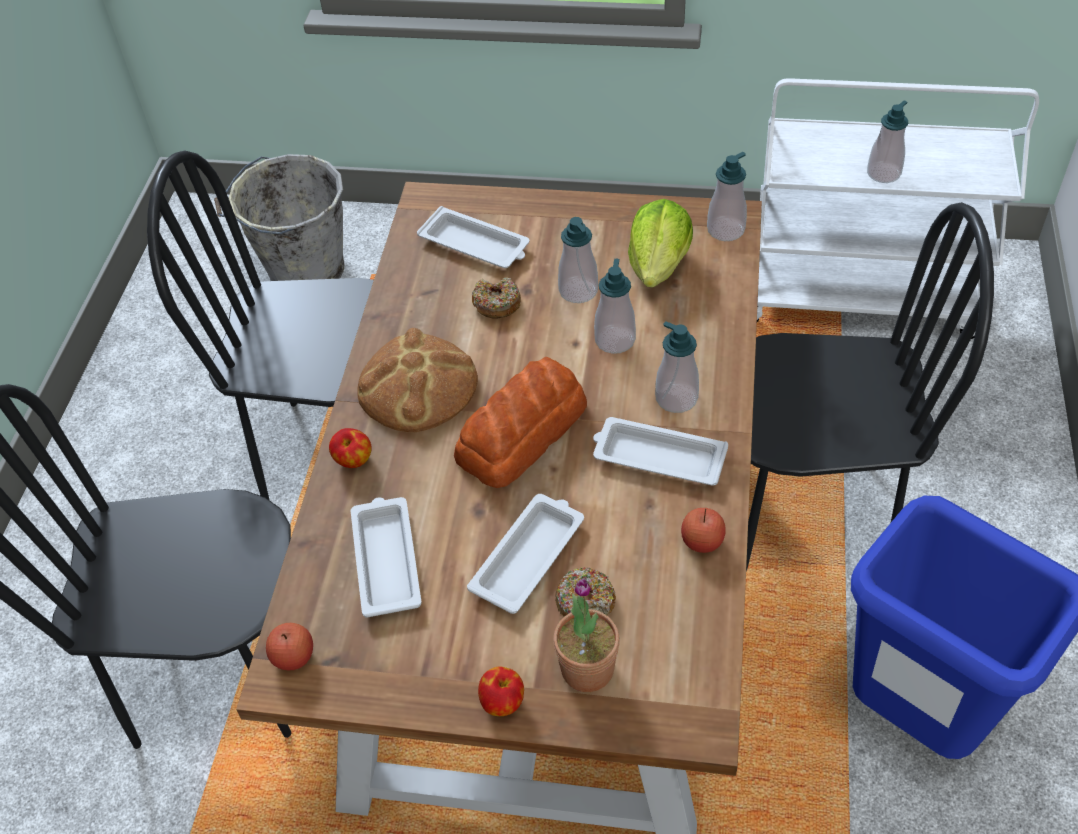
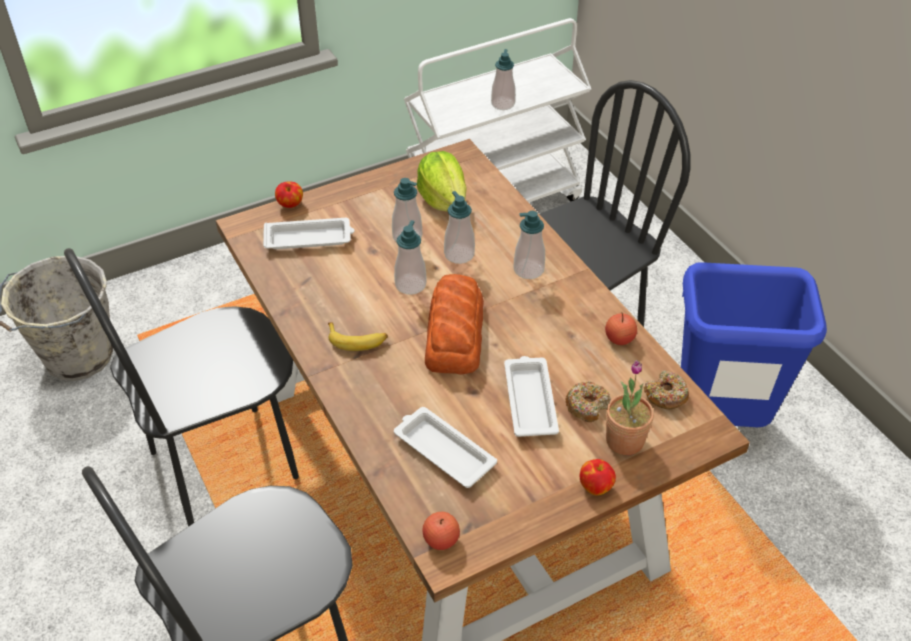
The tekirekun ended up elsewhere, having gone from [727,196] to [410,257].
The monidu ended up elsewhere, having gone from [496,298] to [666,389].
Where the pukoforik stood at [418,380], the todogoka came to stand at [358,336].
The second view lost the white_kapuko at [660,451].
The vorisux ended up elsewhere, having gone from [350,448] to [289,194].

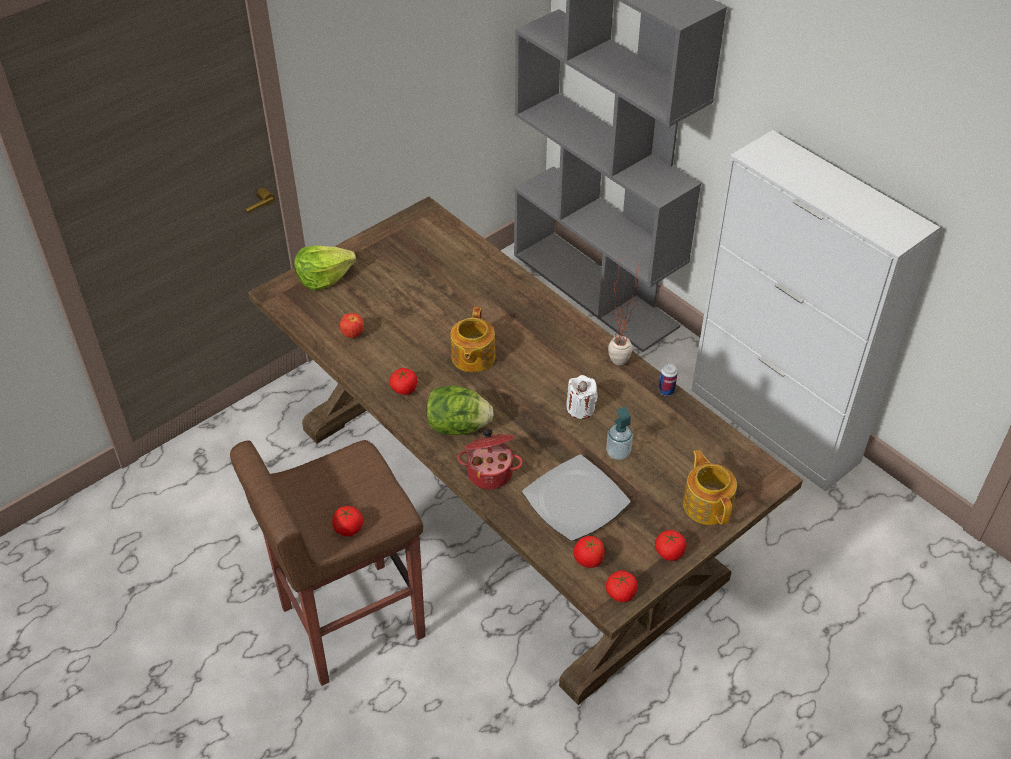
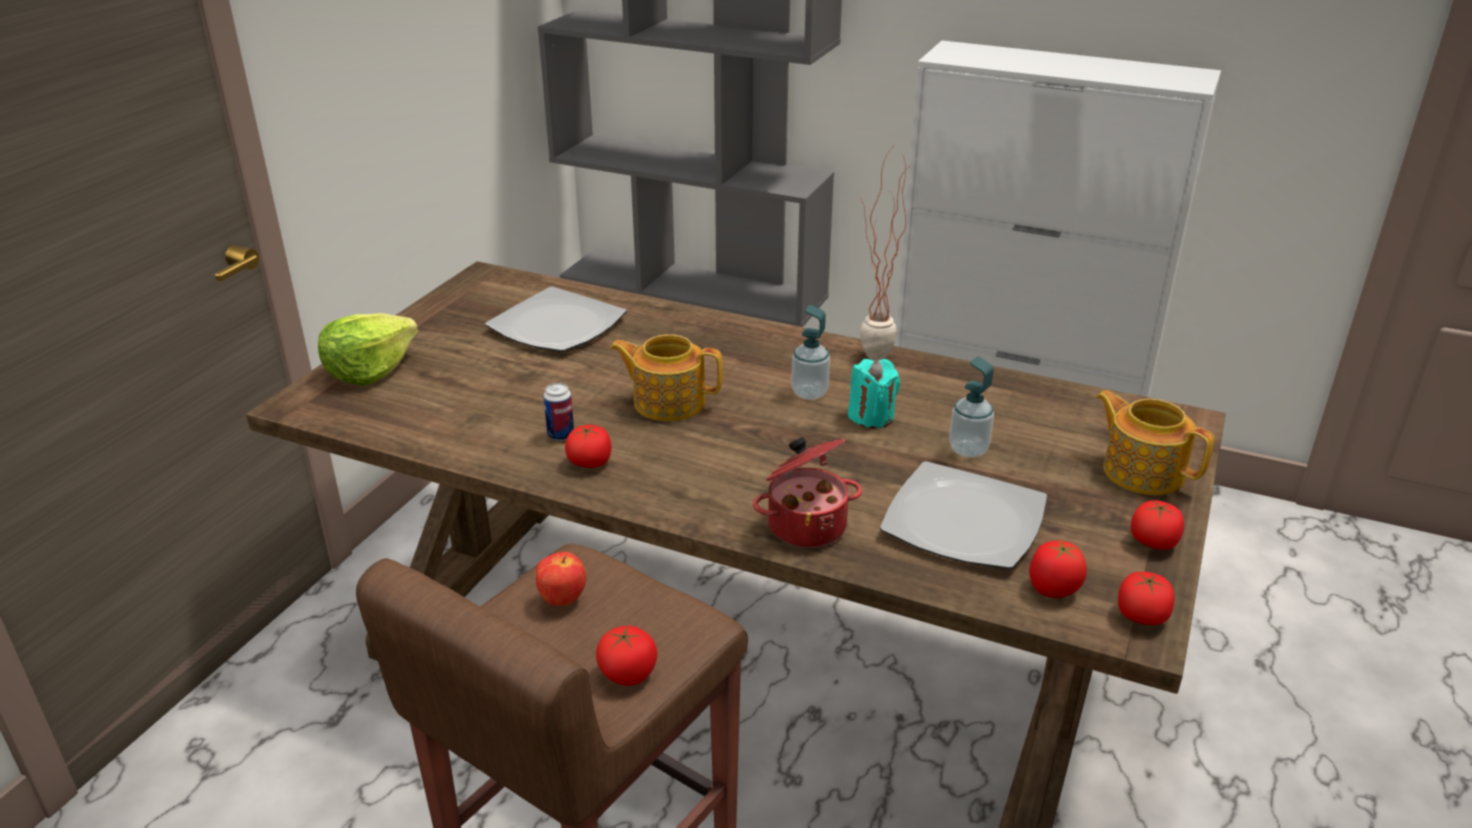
The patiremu at [472,339] ended up facing another way, 120 degrees clockwise from before.
The vorisux ended up elsewhere, having gone from [352,325] to [561,579].
The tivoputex ended up elsewhere, having gone from [668,379] to [558,412].
What was the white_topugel at [582,397] turned into the turquoise_topugel at [874,393].
The second view lost the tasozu at [460,410].
The second view gained the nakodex at [556,319].
The second view gained the tekirekun at [810,352].

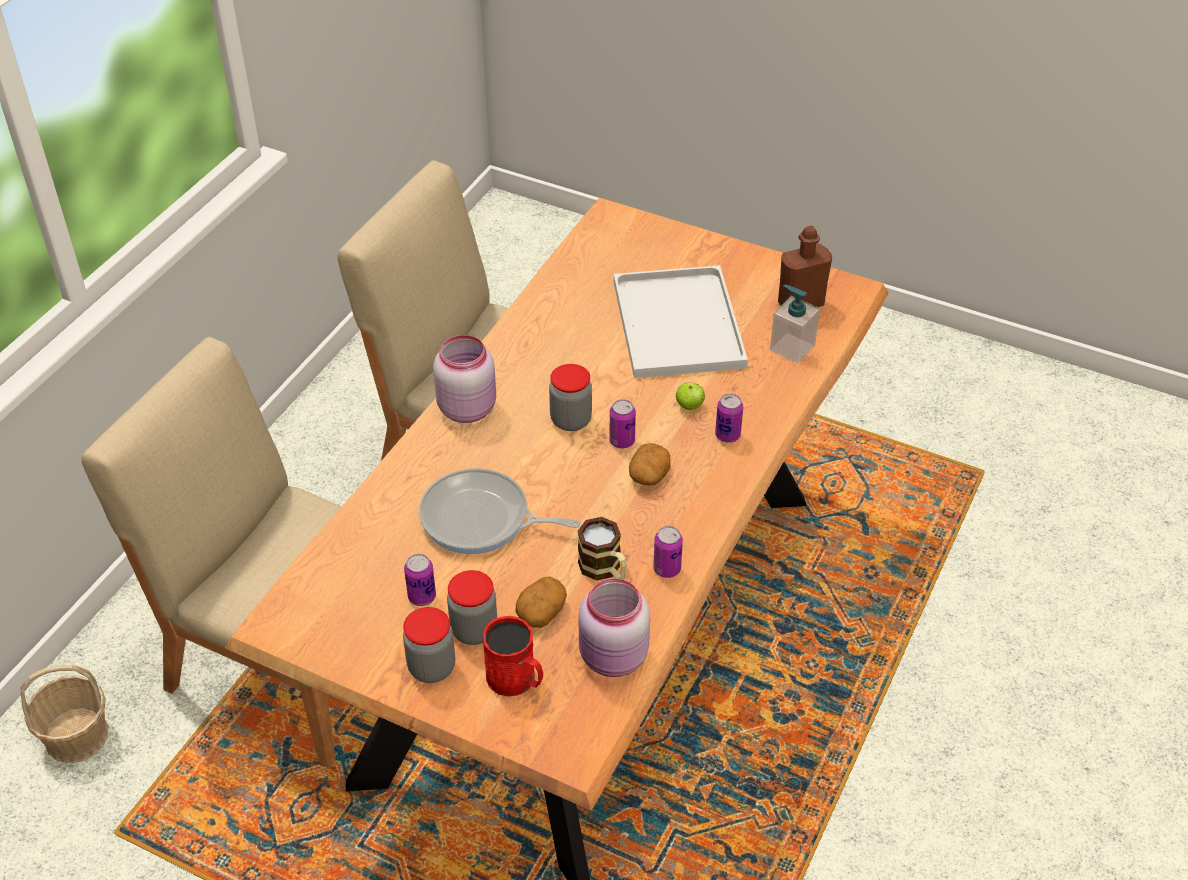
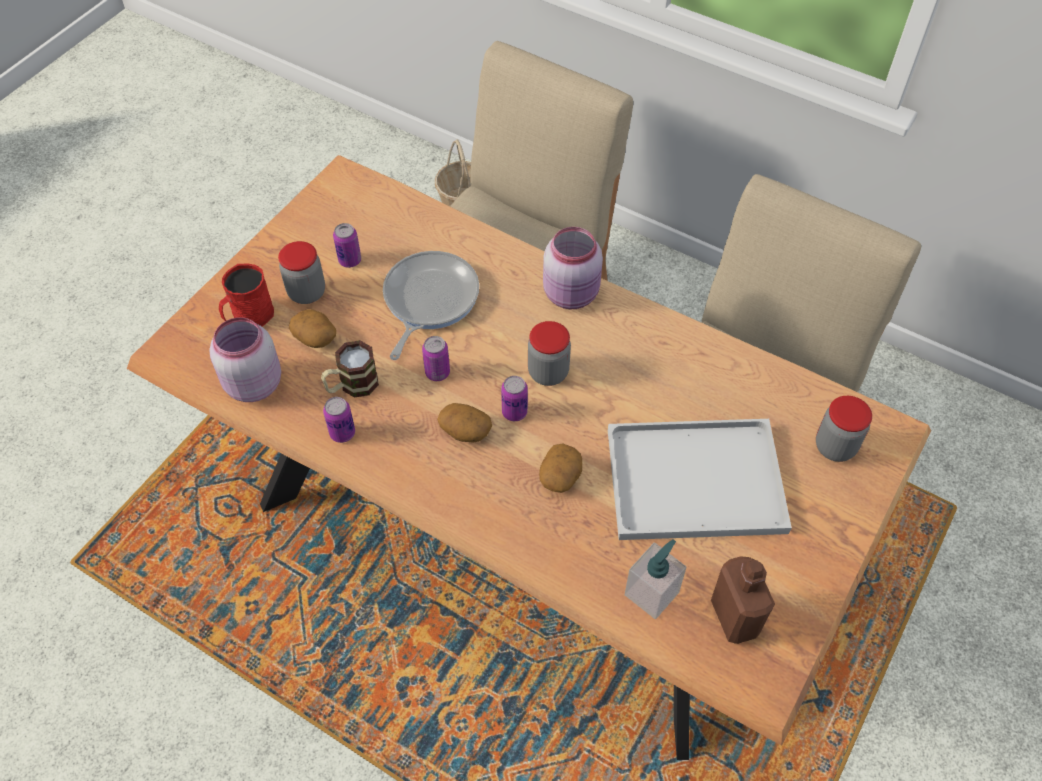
Where the vorisux stood at [690,396], the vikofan came to stand at [560,468].
The tivoputex ended up elsewhere, having gone from [729,418] to [436,358].
The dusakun ended up elsewhere, having gone from [429,645] to [844,429].

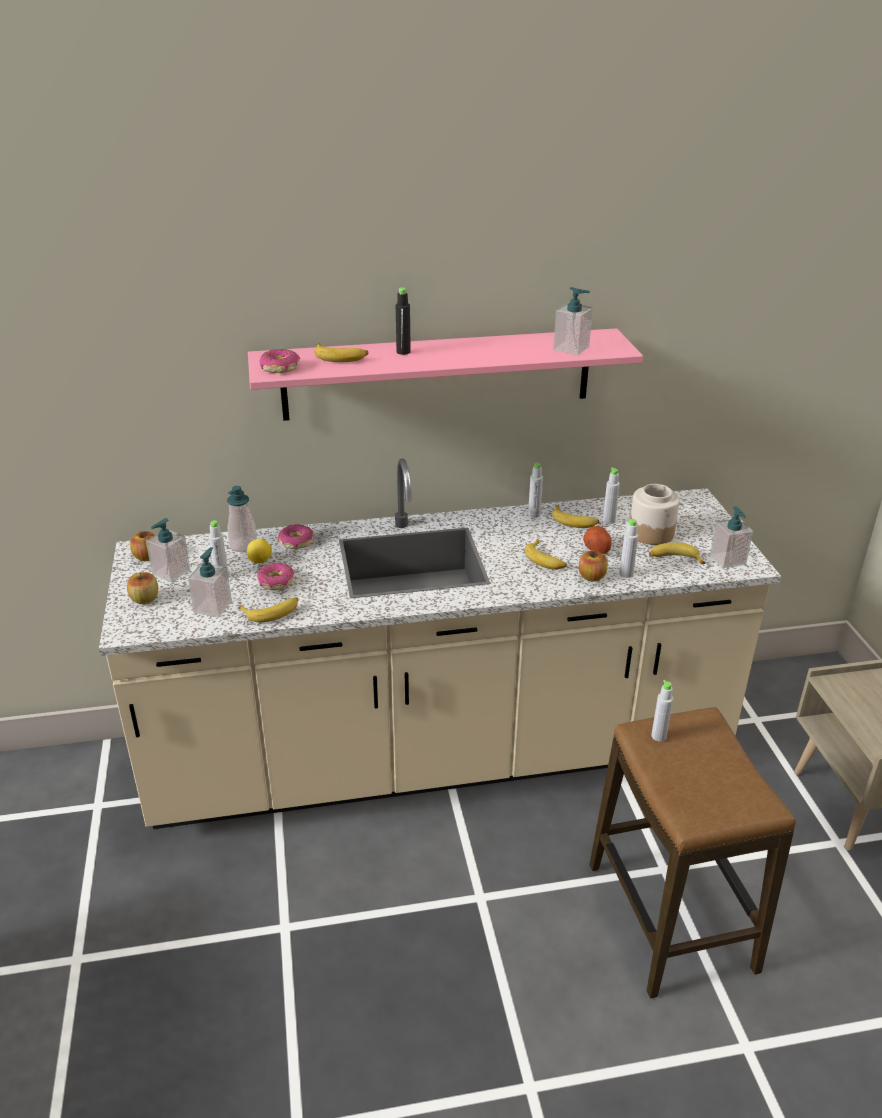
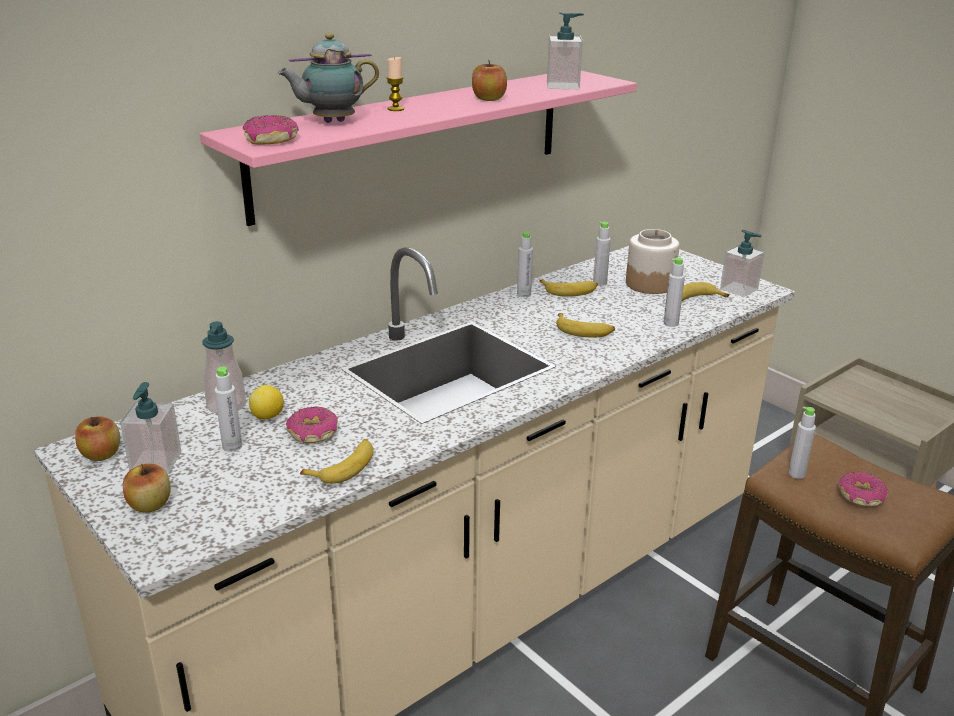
Where the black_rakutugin stood at [403,321], the topugel came to stand at [395,84].
Where the todogoka stood at [341,353], the patiremu came to stand at [328,78].
The monidu ended up elsewhere, having gone from [296,536] to [863,489].
The second view lost the vikofan at [597,540].
The second view lost the tekirekun at [210,582].
The vorisux ended up elsewhere, having gone from [593,566] to [489,80].

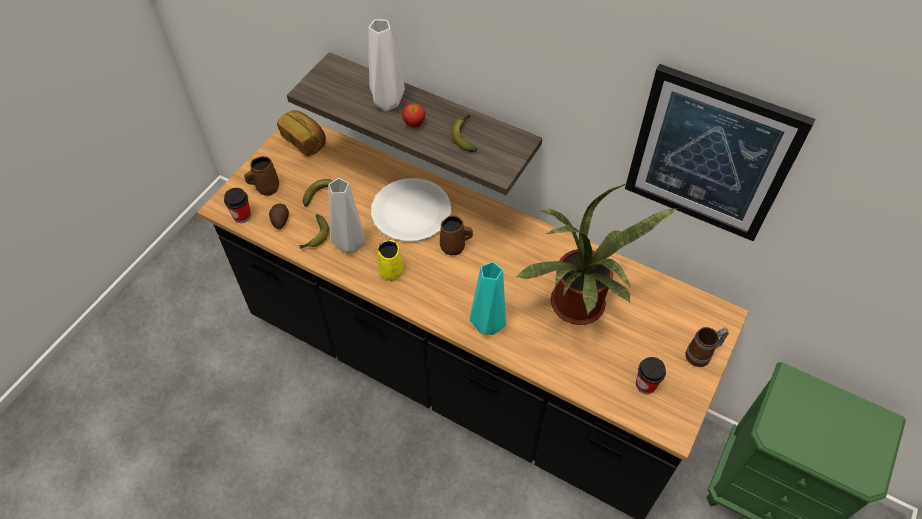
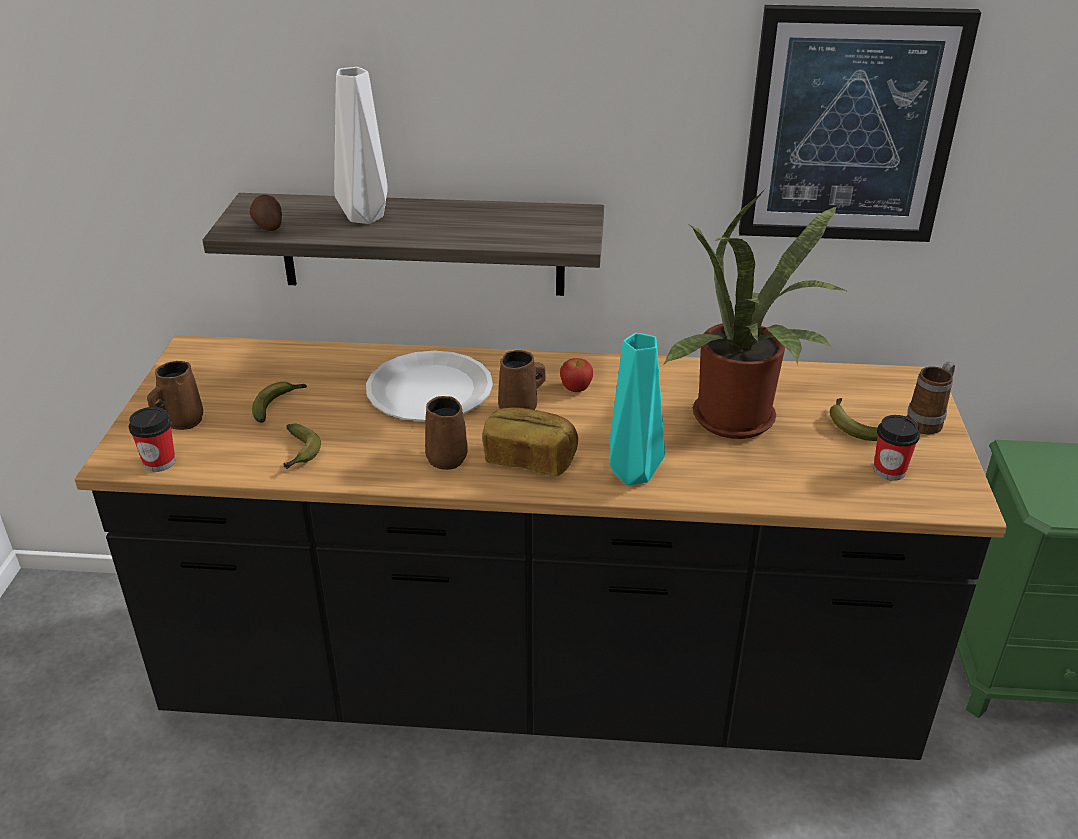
The vorisux ended up elsewhere, having gone from [413,115] to [576,375].
The pukoforik ended up elsewhere, having gone from [301,133] to [530,441].
The todogoka ended up elsewhere, having gone from [464,133] to [854,419].
The second view lost the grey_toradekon at [346,215].
The vikofan ended up elsewhere, having gone from [279,216] to [266,213].
What was the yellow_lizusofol at [390,260] turned into the brown_lizusofol at [446,433].

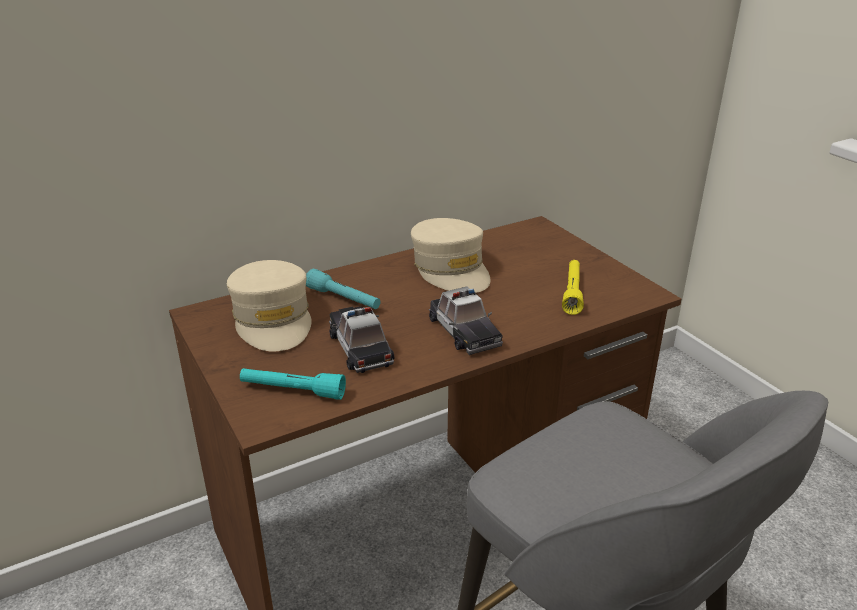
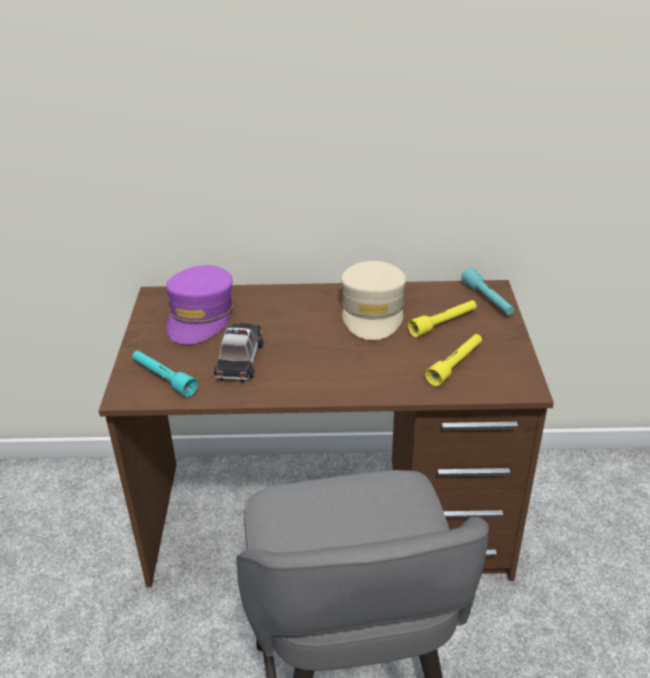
What was the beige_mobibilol at [269,306] turned into the purple_mobibilol at [199,305].
The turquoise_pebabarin ended up elsewhere, having gone from [343,289] to [487,291].
The second view lost the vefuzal at [466,320].
The second view gained the yellow_pebabarin at [442,318].

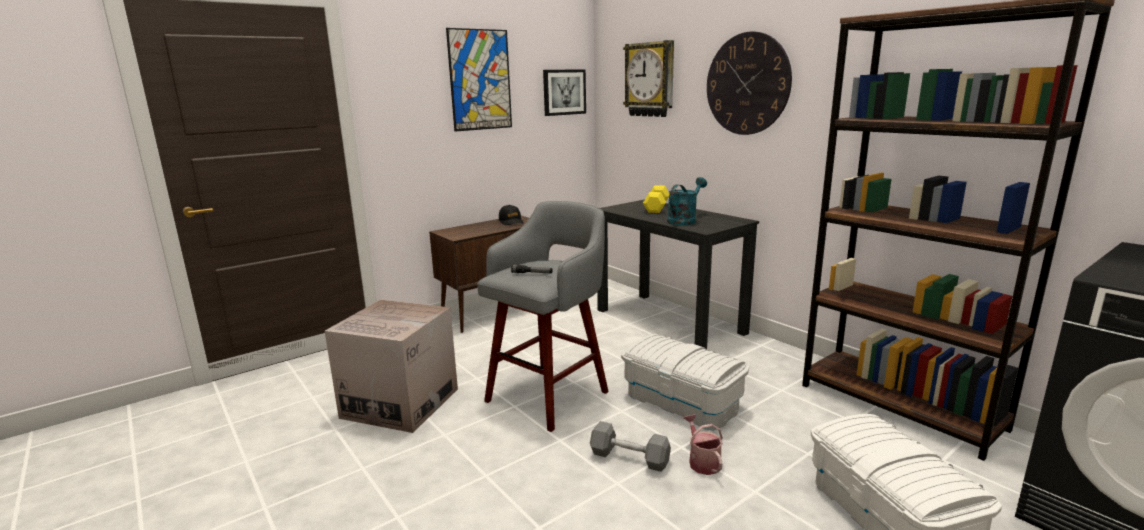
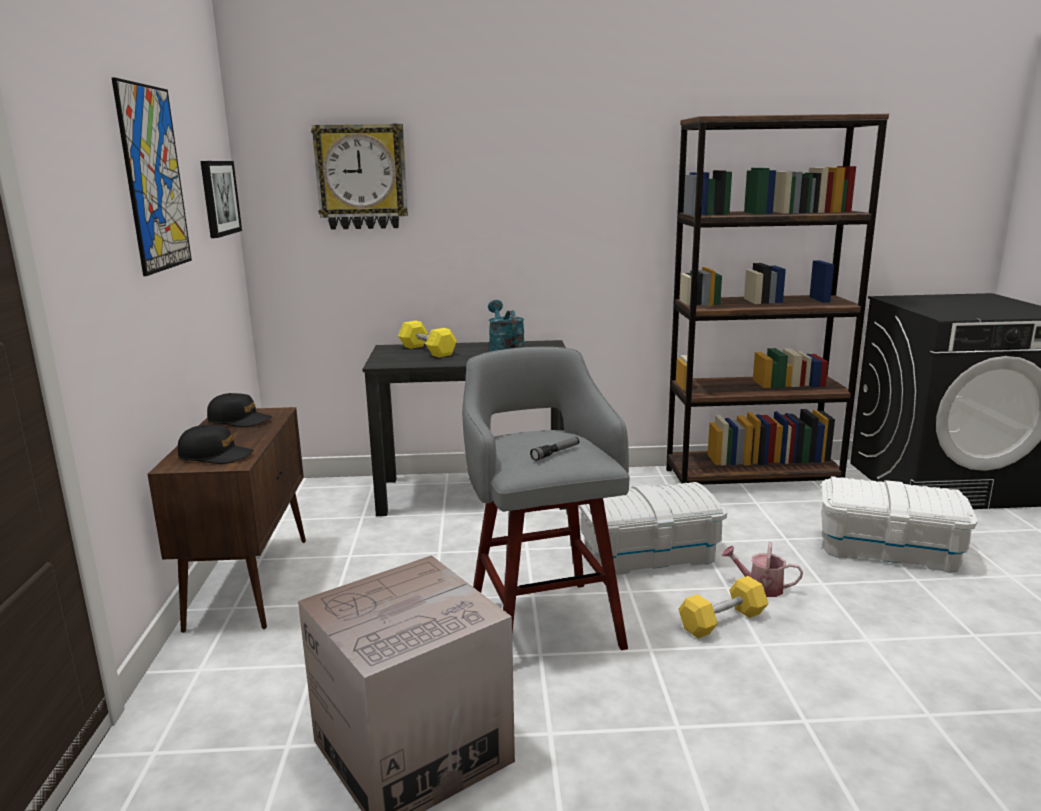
The second view lost the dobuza at [749,83].
What was the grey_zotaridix at [630,446] turned into the yellow_zotaridix at [724,607].
The second view gained the black_mobibilol at [216,444].

